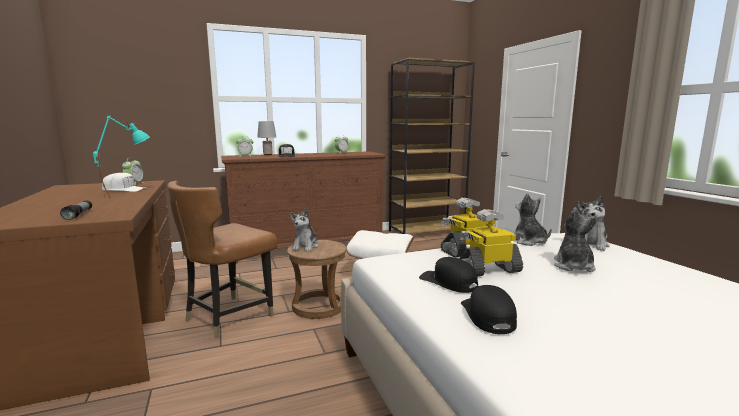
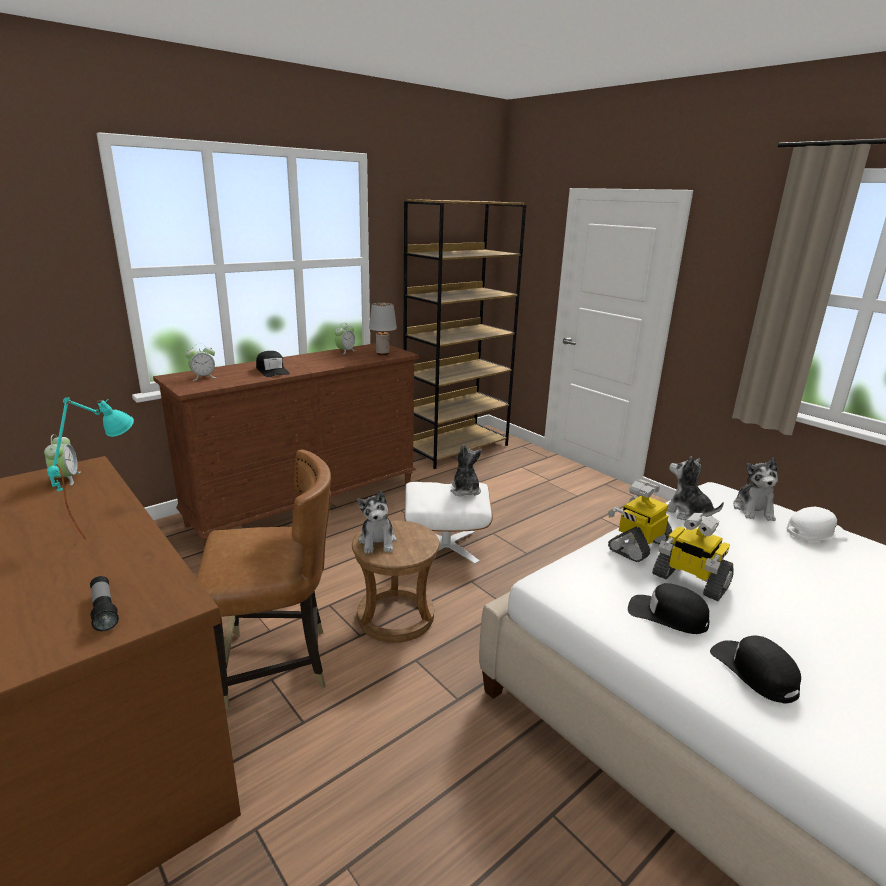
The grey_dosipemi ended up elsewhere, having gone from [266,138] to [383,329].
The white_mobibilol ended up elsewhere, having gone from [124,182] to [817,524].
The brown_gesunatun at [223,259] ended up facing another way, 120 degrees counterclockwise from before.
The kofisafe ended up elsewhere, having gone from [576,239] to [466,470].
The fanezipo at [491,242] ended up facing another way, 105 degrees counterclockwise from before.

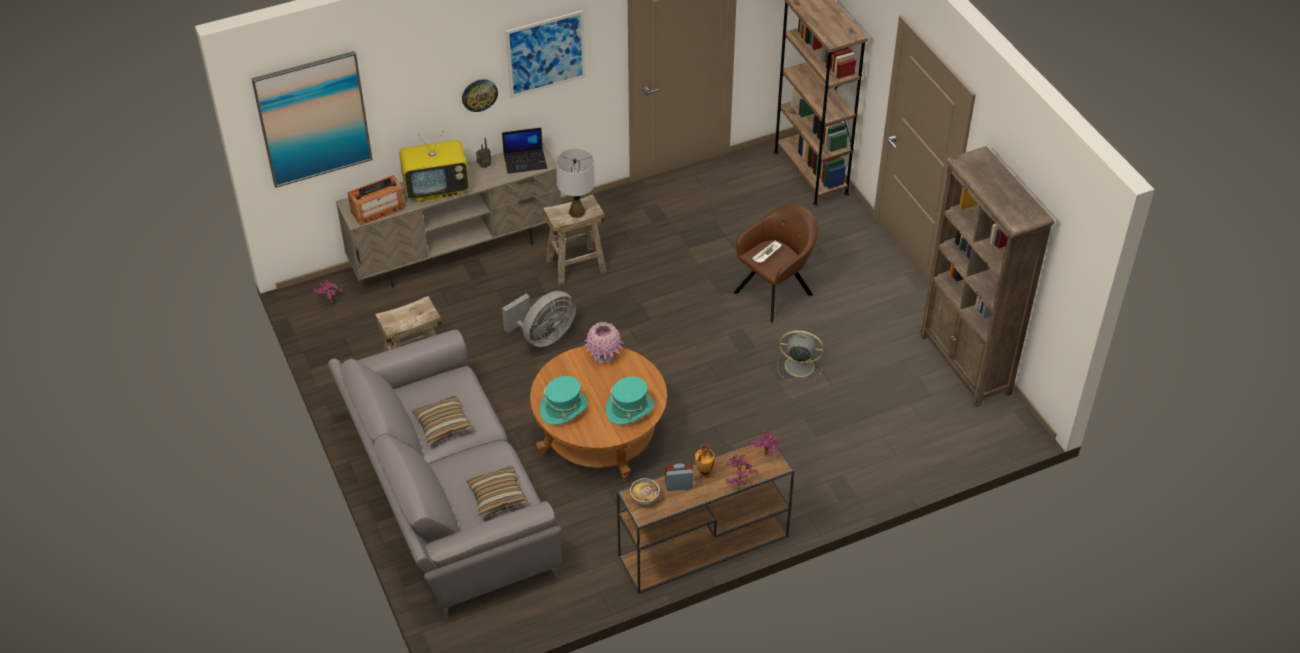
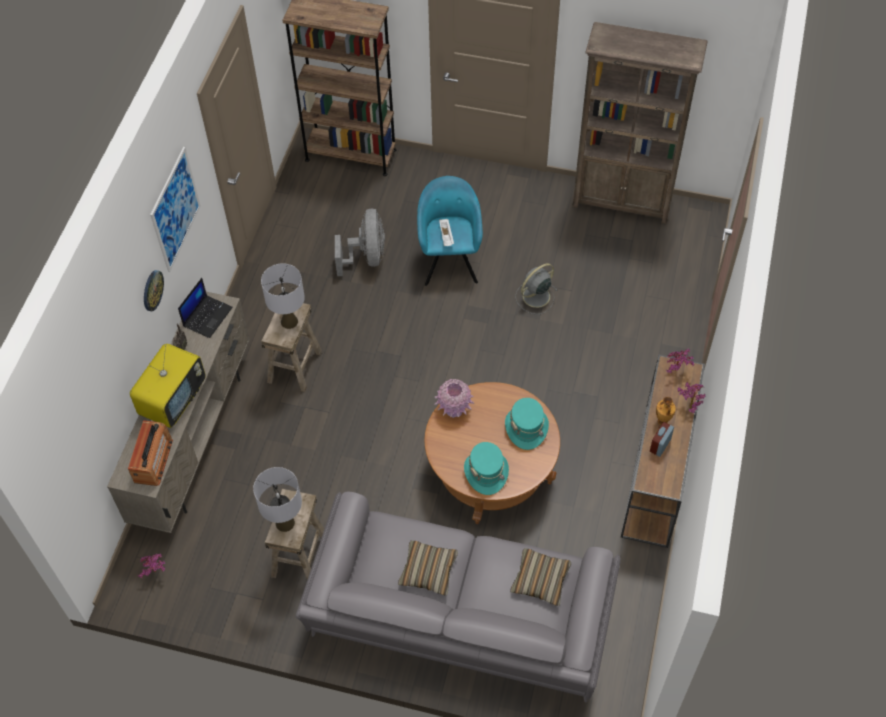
The second view lost the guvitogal at [312,119].
What was the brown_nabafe at [775,262] turned into the turquoise_nabafe at [450,231].
The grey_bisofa ended up elsewhere, having gone from [539,319] to [360,242].
The second view lost the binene at [644,491].
The second view gained the grey_dosipemi at [277,499].

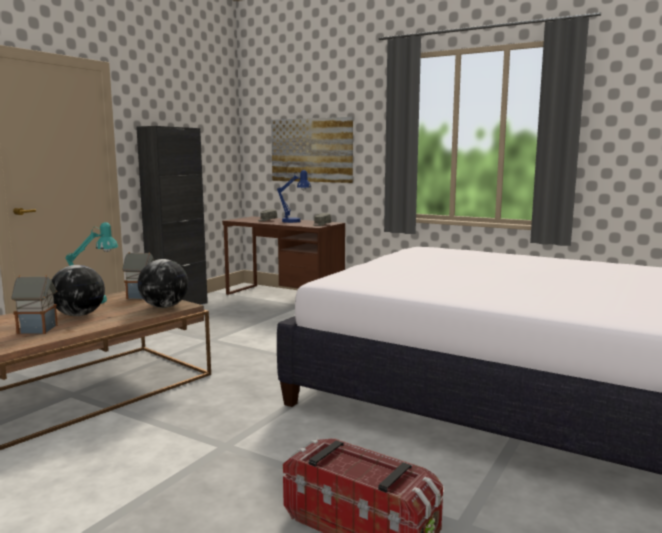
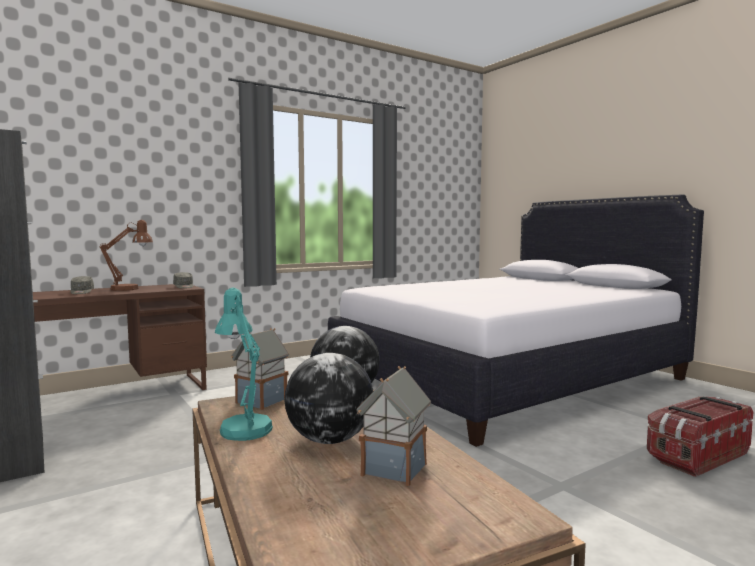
The second view lost the guvitogal at [312,150].
What was the blue_dosipemi at [294,196] turned into the brown_dosipemi at [126,255].

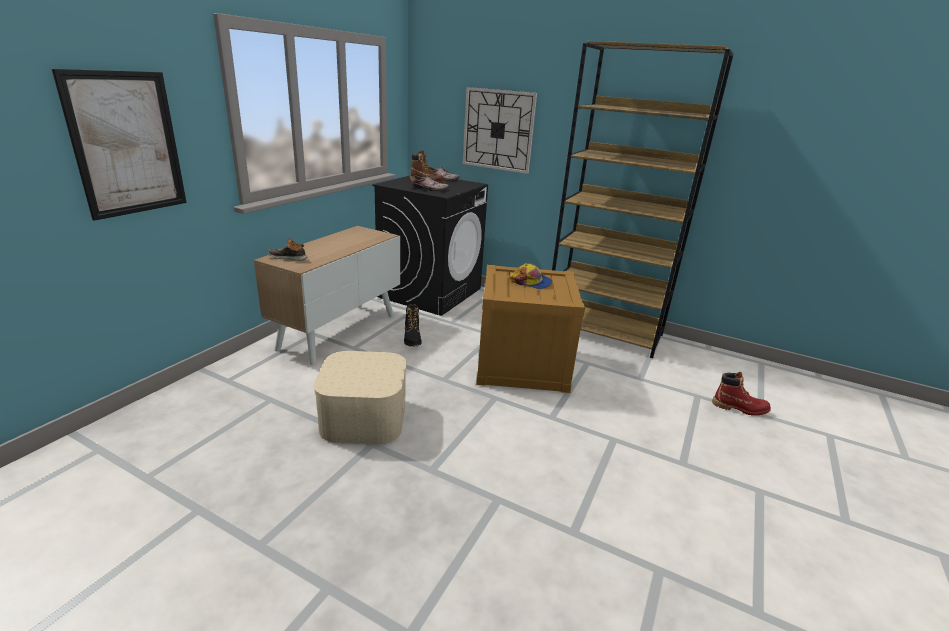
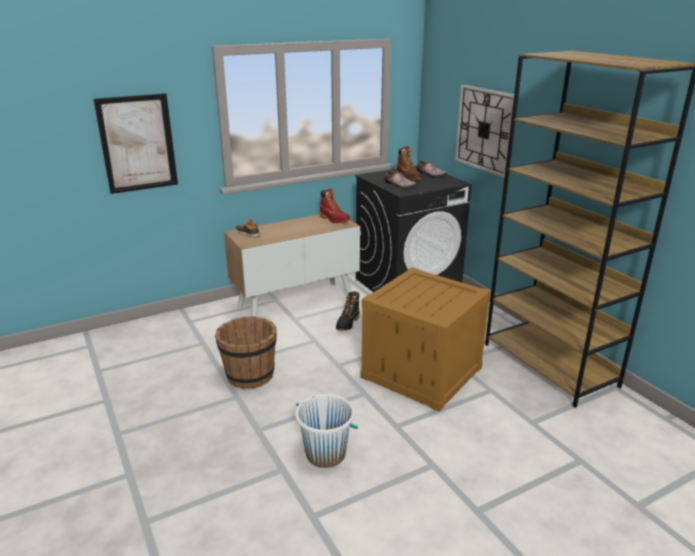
The second view lost the mobibilol at [531,276].
Where the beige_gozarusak stood at [360,398], the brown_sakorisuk came to stand at [246,352].
The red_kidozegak ended up elsewhere, having gone from [741,394] to [335,206].
The second view gained the white_sakorisuk at [326,431].

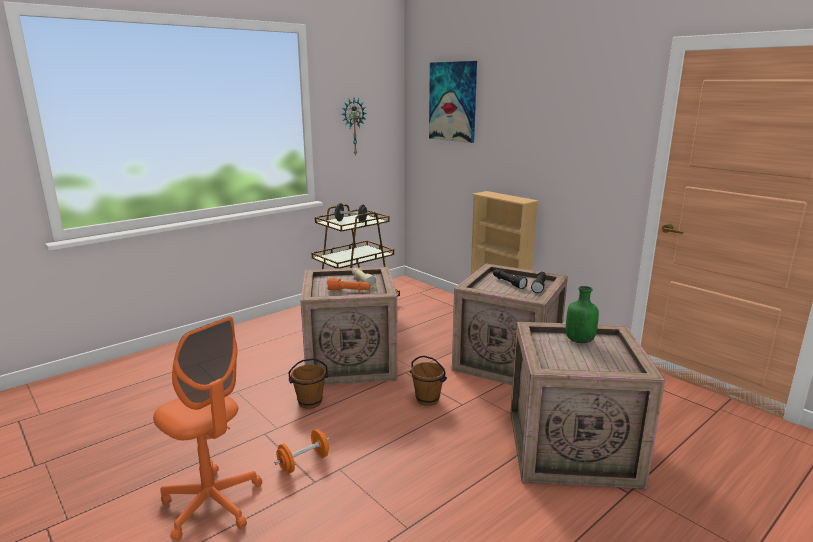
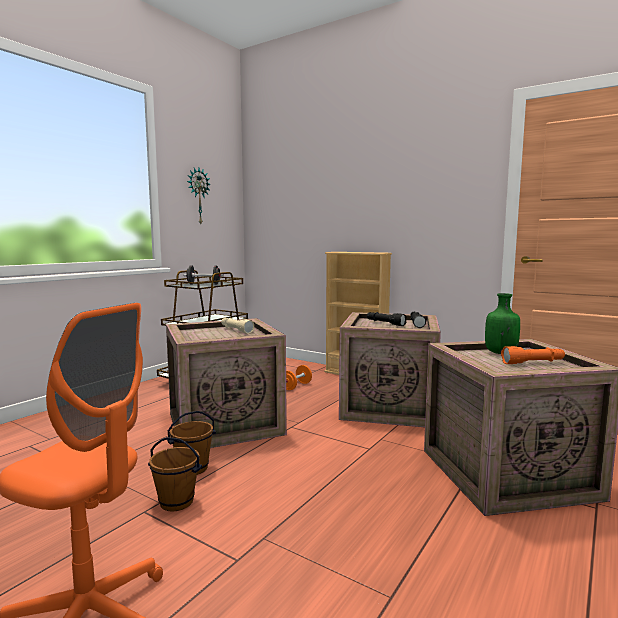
The second view lost the guvitogal at [453,102].
The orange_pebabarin ended up elsewhere, having gone from [349,284] to [533,355].
The brown_sakorisuk ended up elsewhere, having gone from [428,381] to [175,474].
The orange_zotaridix ended up elsewhere, having gone from [302,451] to [299,377].

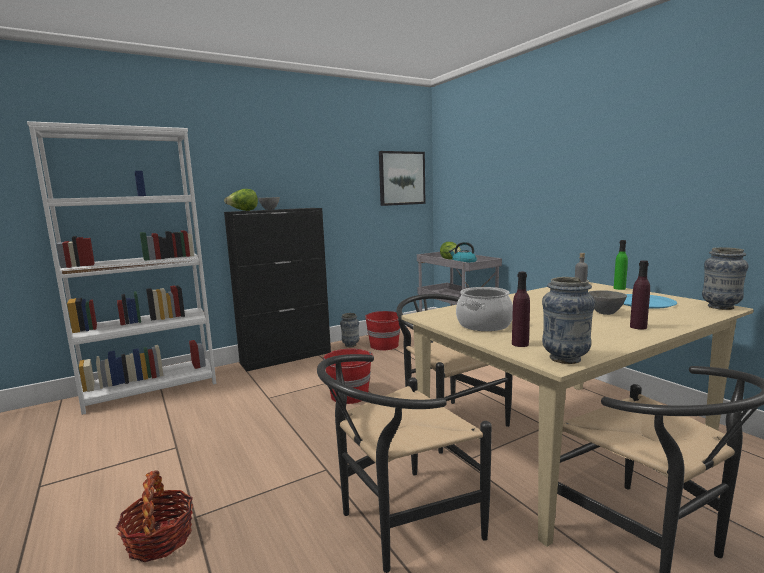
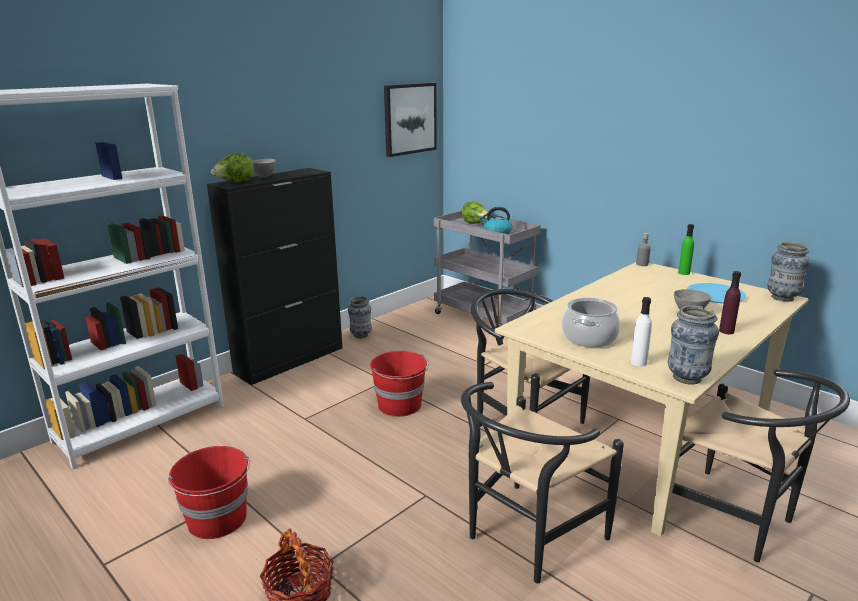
What was the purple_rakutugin at [521,309] turned into the white_rakutugin at [641,332].
The red_sakorisuk ended up elsewhere, having gone from [383,330] to [209,492].

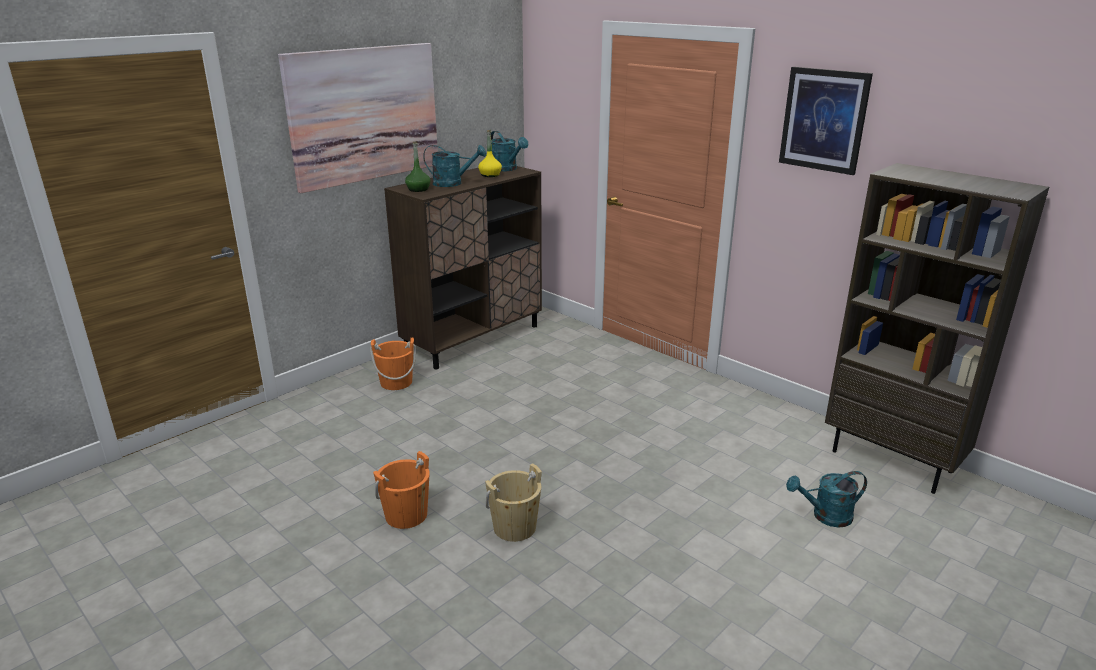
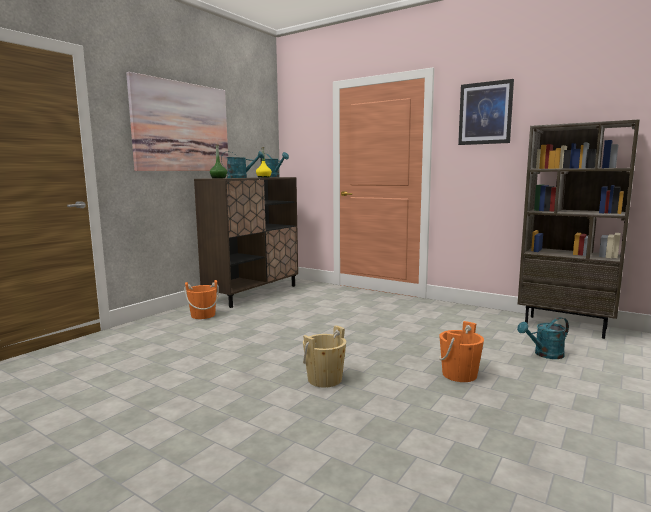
The orange_sakorisuk ended up elsewhere, having gone from [401,490] to [461,351].

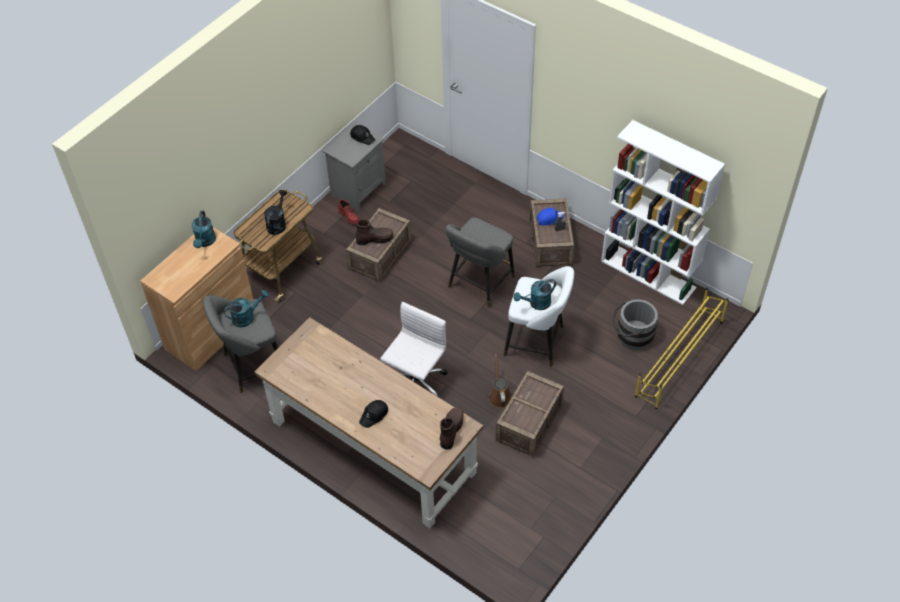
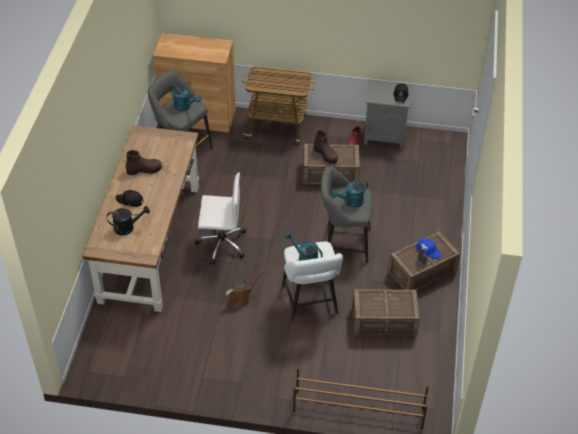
The second view lost the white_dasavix at [663,212].
The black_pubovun ended up elsewhere, having gone from [275,212] to [128,221].
The turquoise_pubovun ended up elsewhere, having gone from [204,229] to [349,193].
What was the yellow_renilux at [682,348] turned into the brown_renilux at [361,398].
The second view lost the grey_sakorisuk at [635,324].
The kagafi ended up elsewhere, having gone from [530,413] to [386,312].
The brown_kidozegak ended up elsewhere, having gone from [452,428] to [144,162].

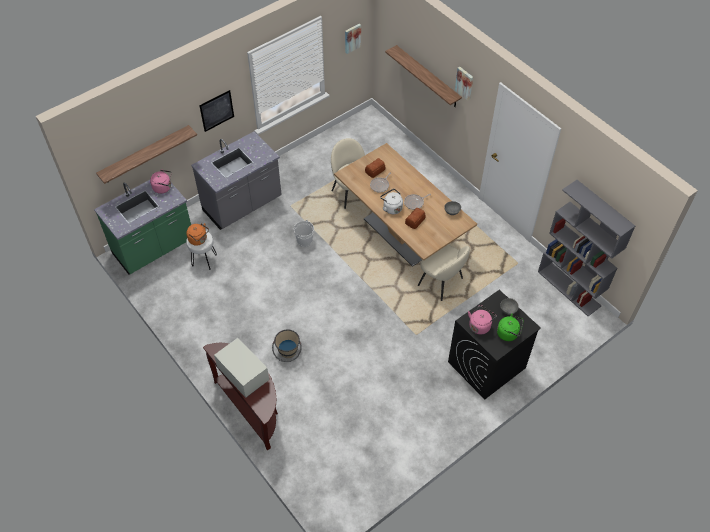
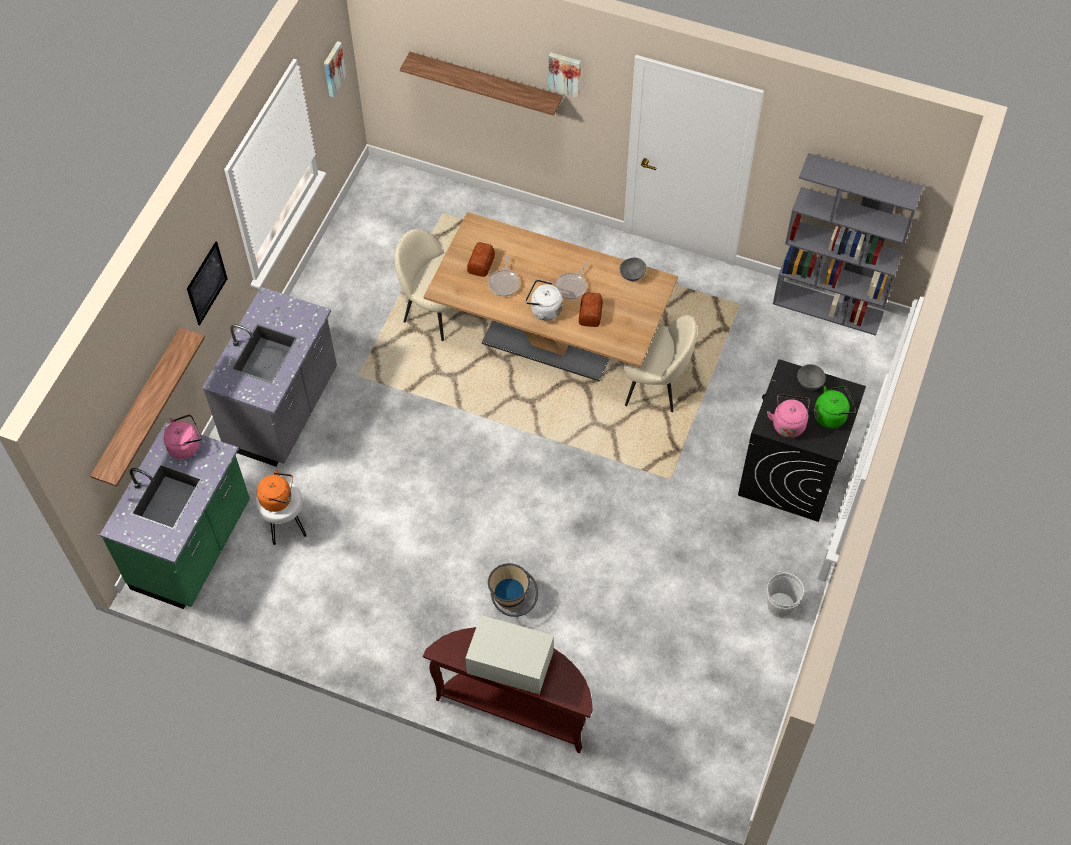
The white_sakorisuk ended up elsewhere, having gone from [304,233] to [785,594].

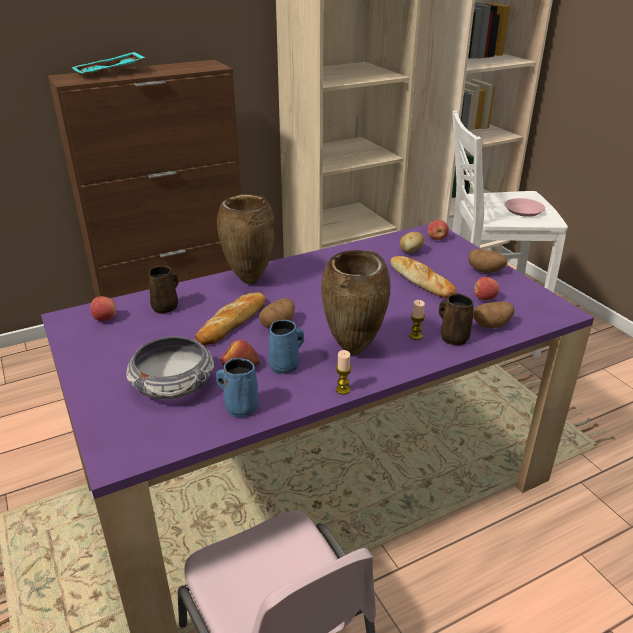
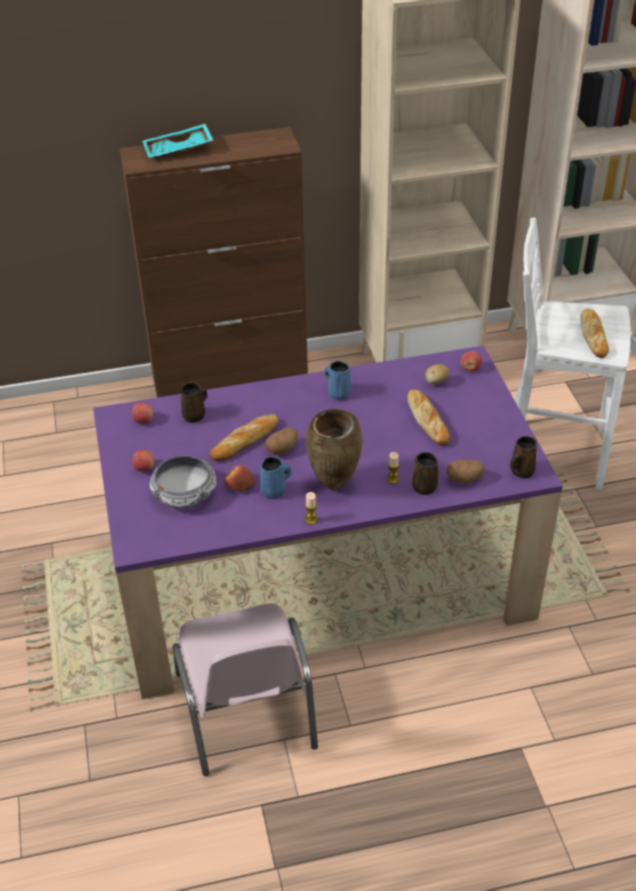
The second view lost the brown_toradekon at [246,239].
Where the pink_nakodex stood at [525,207], the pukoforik came to stand at [594,333].
The second view lost the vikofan at [487,261].
The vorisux ended up elsewhere, having gone from [486,288] to [143,460].
The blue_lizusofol ended up elsewhere, having gone from [237,387] to [338,380].
The second view gained the brown_lizusofol at [523,457].

